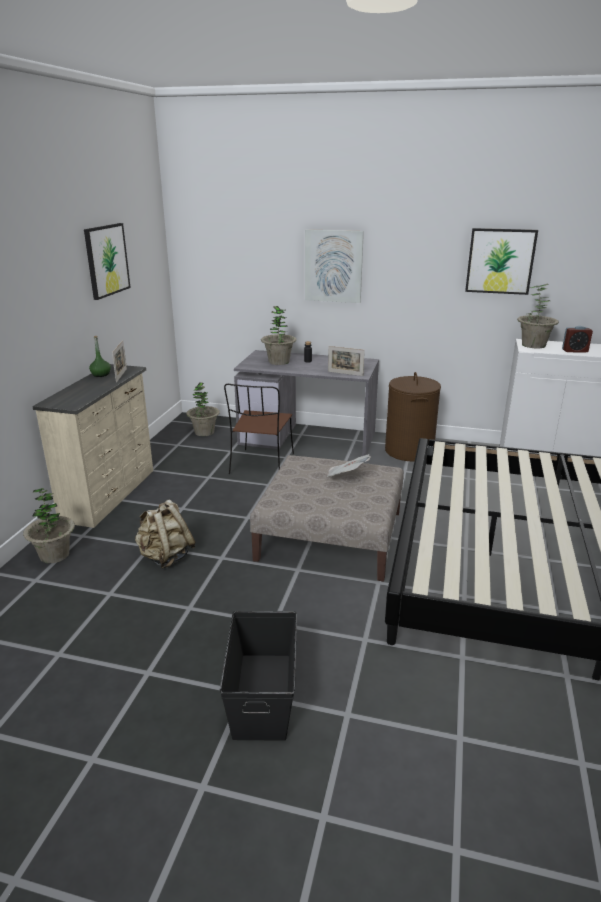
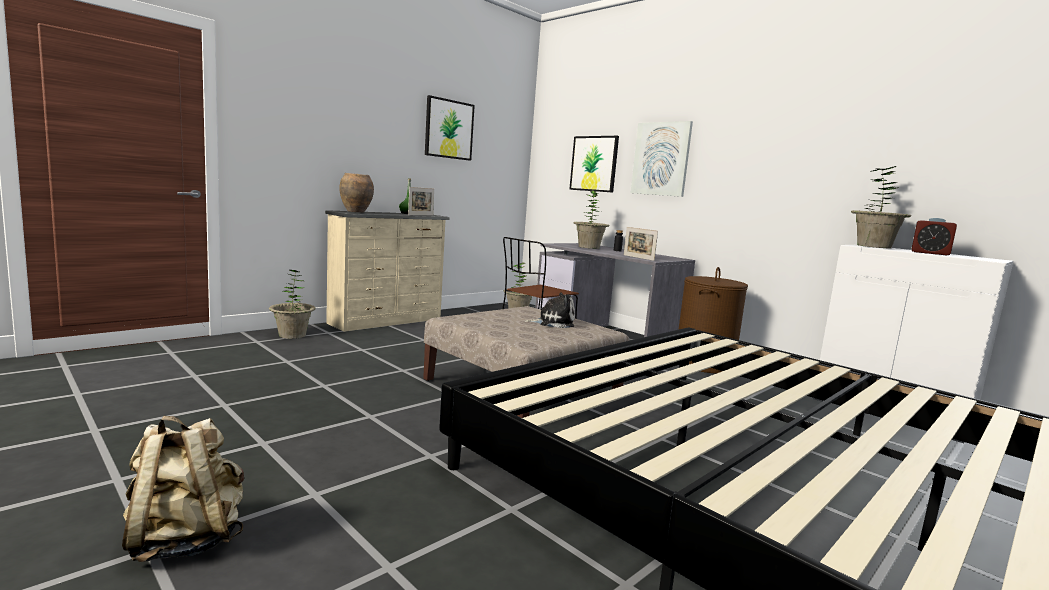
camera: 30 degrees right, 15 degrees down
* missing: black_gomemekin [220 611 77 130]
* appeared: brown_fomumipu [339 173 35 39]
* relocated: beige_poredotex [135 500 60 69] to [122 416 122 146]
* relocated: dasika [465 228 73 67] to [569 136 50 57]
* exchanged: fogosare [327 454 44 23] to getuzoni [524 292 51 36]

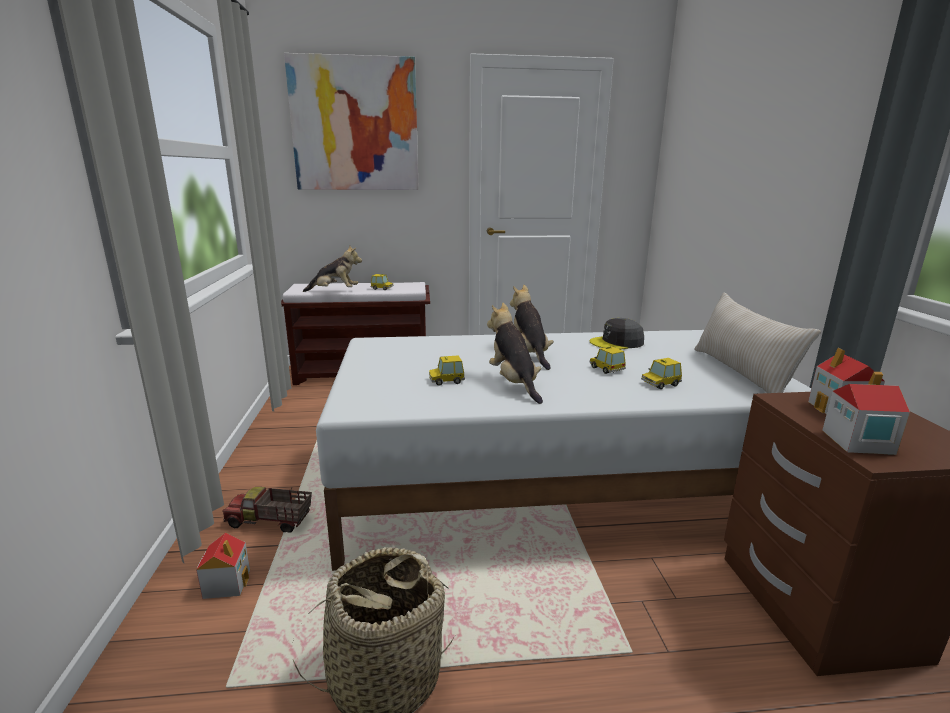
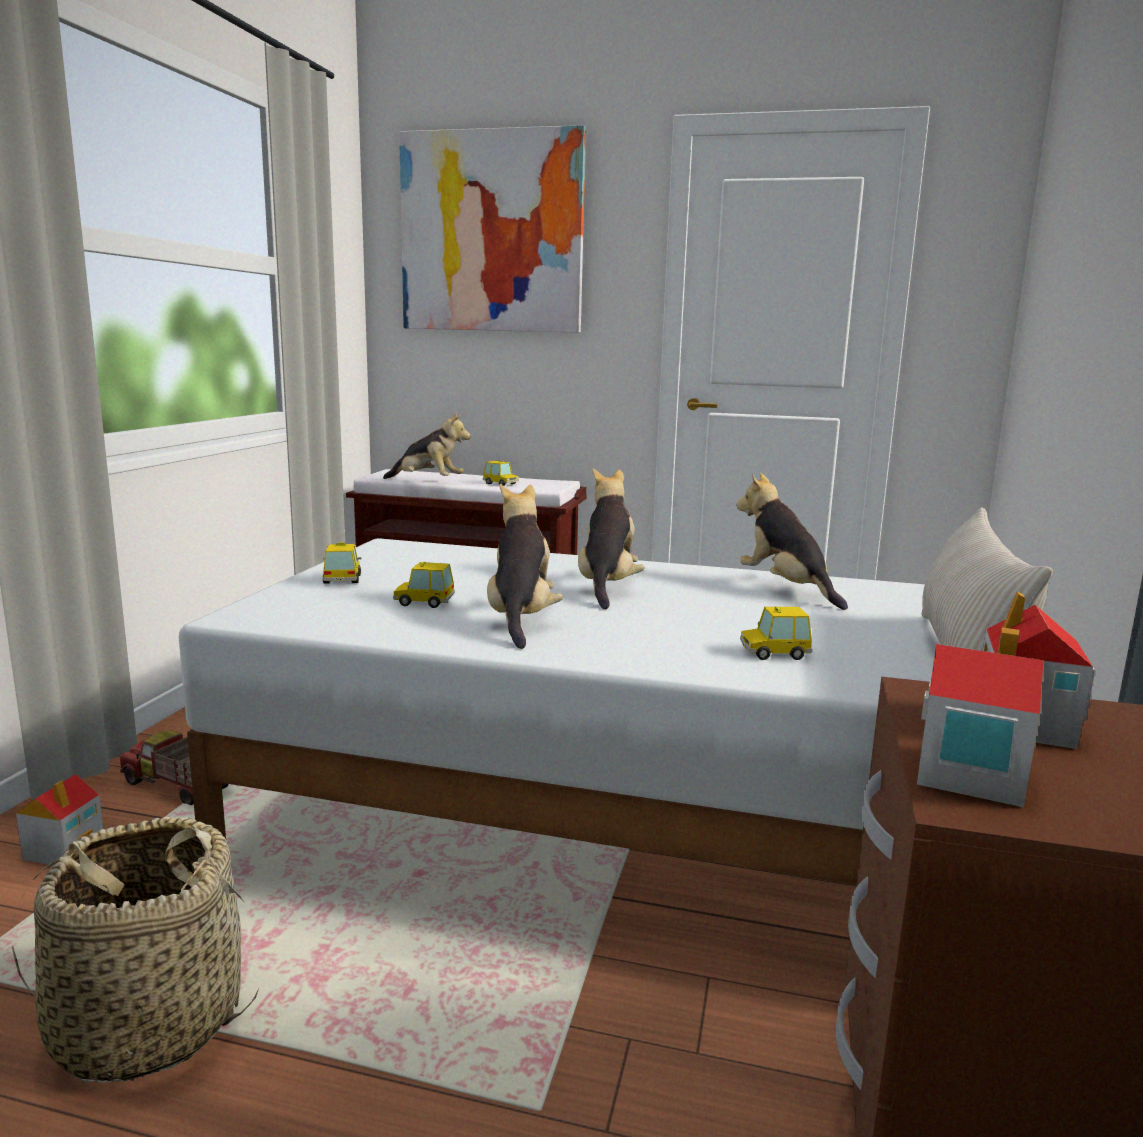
camera: 20 degrees right, 5 degrees down
* relocated: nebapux [589 346 37 28] to [323 543 39 41]
* exchanged: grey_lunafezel [589 318 55 32] to getuzoni [736 473 112 137]

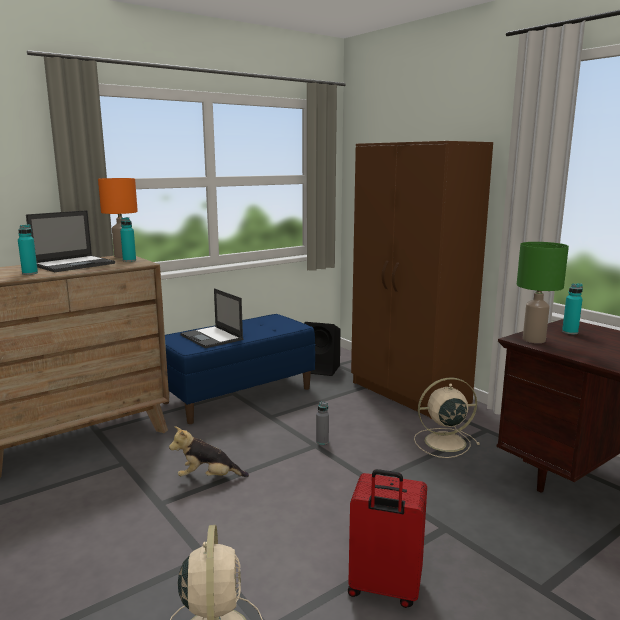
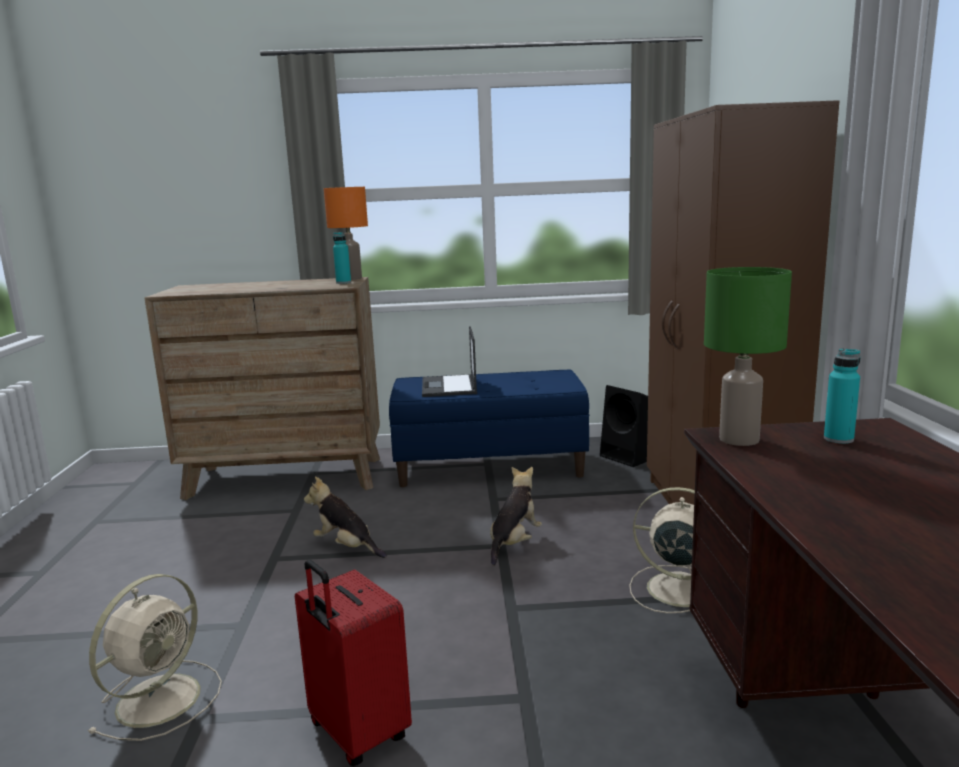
camera: 35 degrees right, 0 degrees up
* missing: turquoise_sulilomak [18 224 20 51]
* missing: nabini [26 210 89 62]
* exchanged: grey_sulilomak [316 402 13 43] to getuzoni [490 467 52 99]

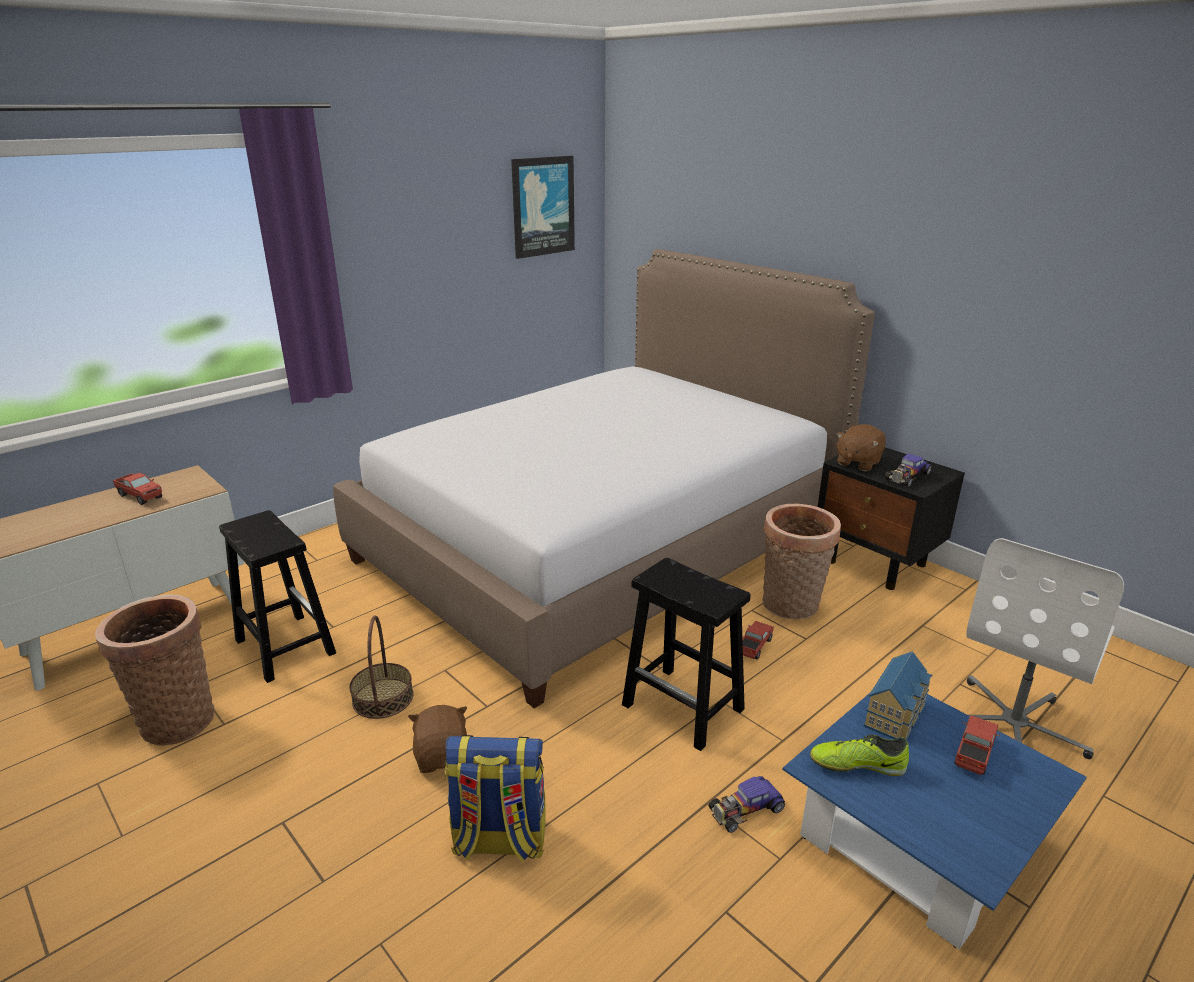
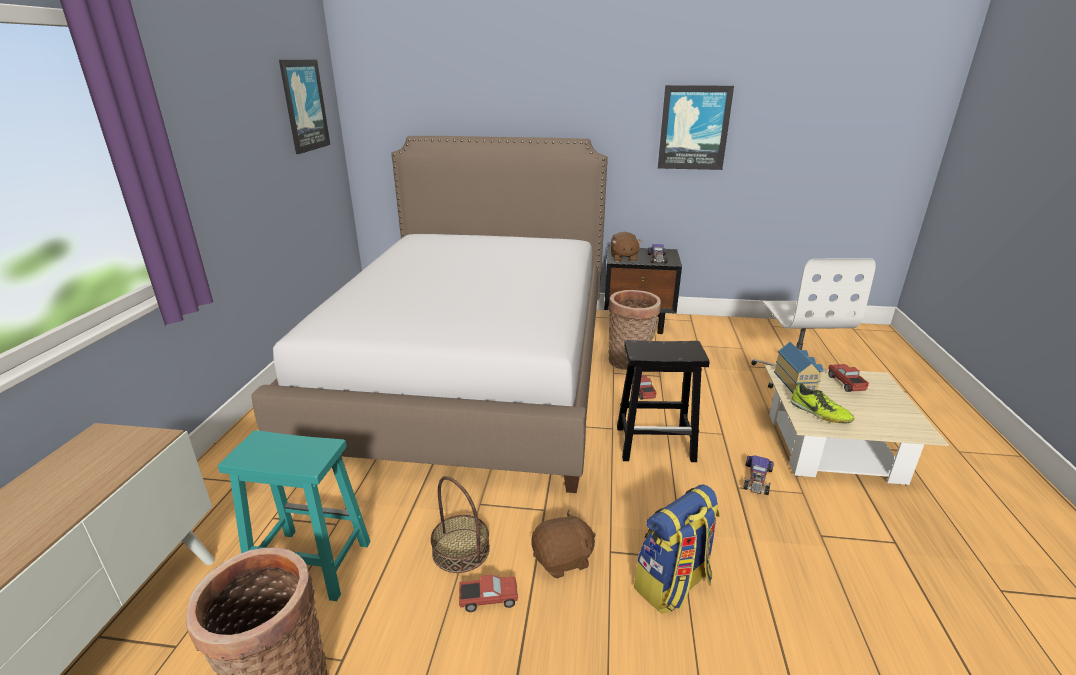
camera: 40 degrees left, 0 degrees up
* appeared: dasika [658 85 76 85]
* relocated: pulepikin [113 473 49 32] to [459 575 59 37]
* colour: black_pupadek [219 510 117 173] to turquoise_pupadek [218 430 153 171]
* colour: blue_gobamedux [782 693 305 256] to beige_gobamedux [765 365 184 120]
* spun: brown_getuzoni [408 705 59 68] = [531 510 65 69] 120 degrees clockwise
* spun: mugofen [810 734 99 42] = [791 383 63 40] 90 degrees counterclockwise

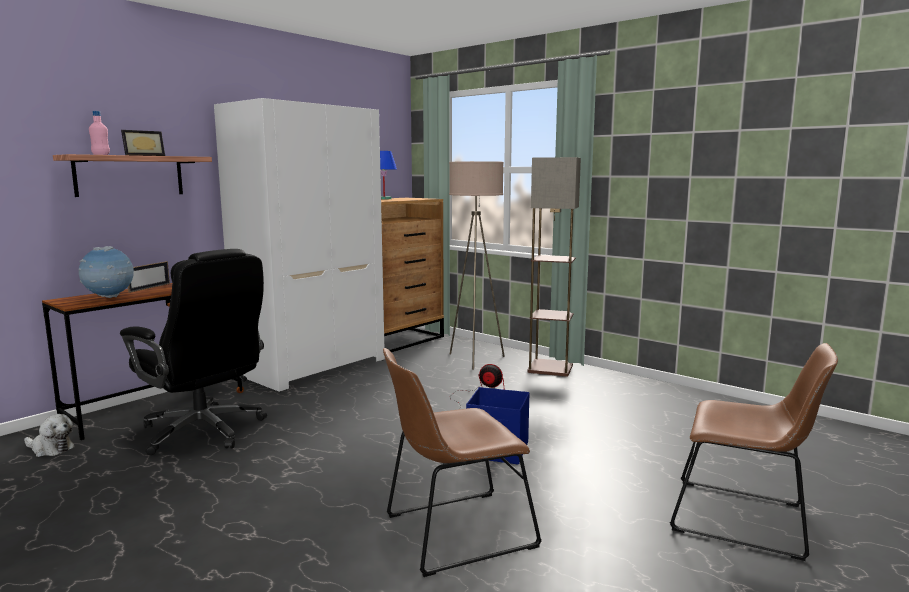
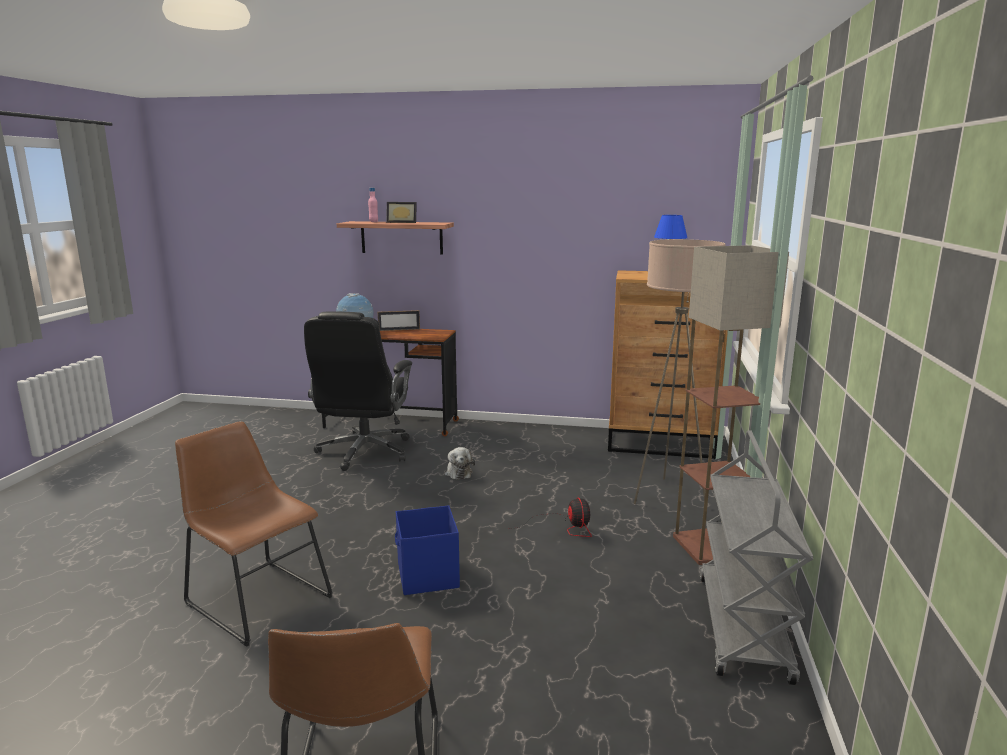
camera: 60 degrees right, 5 degrees up
* missing: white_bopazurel [214 98 171 294]
* appeared: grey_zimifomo [700 430 113 255]
* relocated: getuzoni [24 414 51 43] to [445 447 30 33]

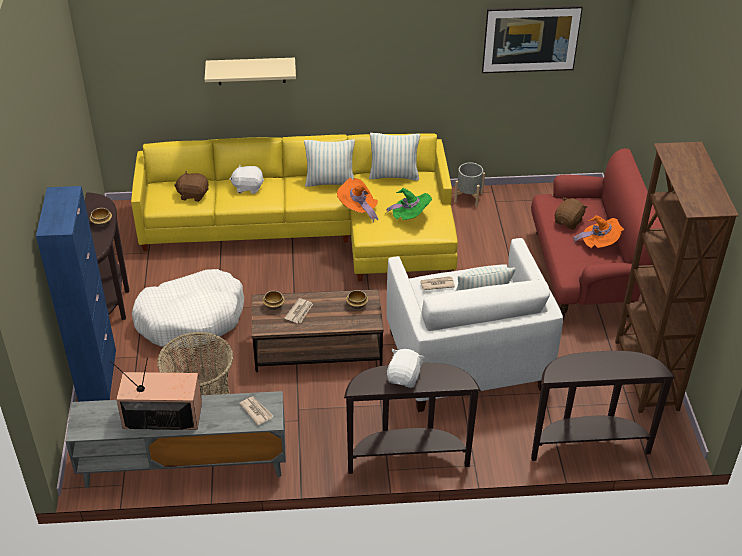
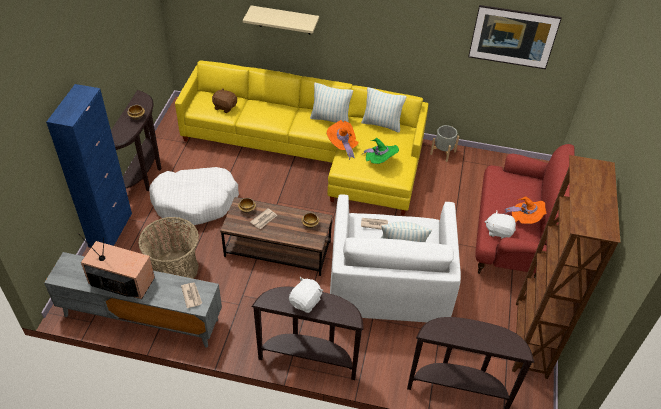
camera: 15 degrees right, 5 degrees up
* missing: brown_getuzoni [555 197 33 33]
* relocated: white_getuzoni [229 164 35 30] to [485 210 31 29]

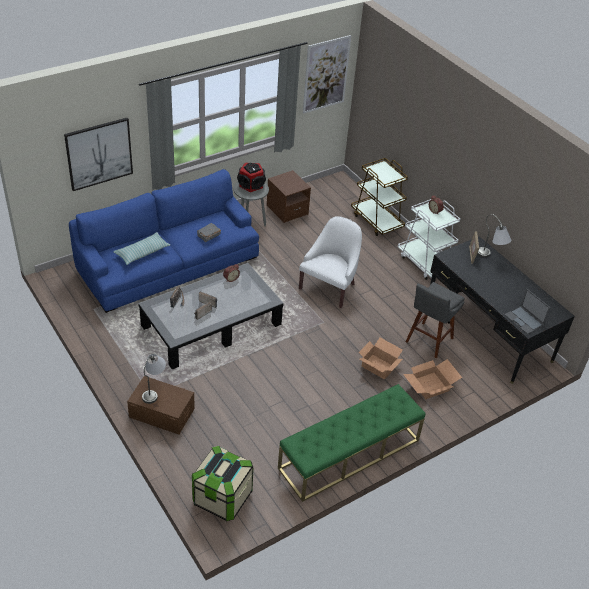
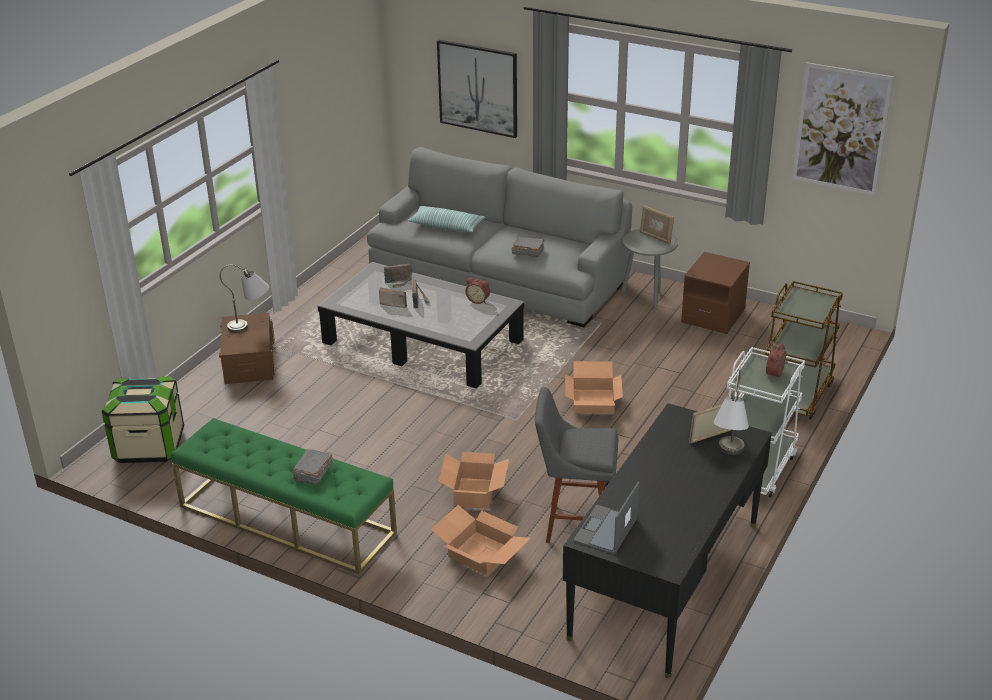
camera: 65 degrees right, 10 degrees down
* appeared: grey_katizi [292 449 41 36]
* exchanged: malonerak [237 162 29 30] to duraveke [640 205 34 39]
* exchanged: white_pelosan [299 216 63 92] to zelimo [565 361 58 52]
* colour: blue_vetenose [69 169 190 144] to grey_vetenose [367 147 265 180]

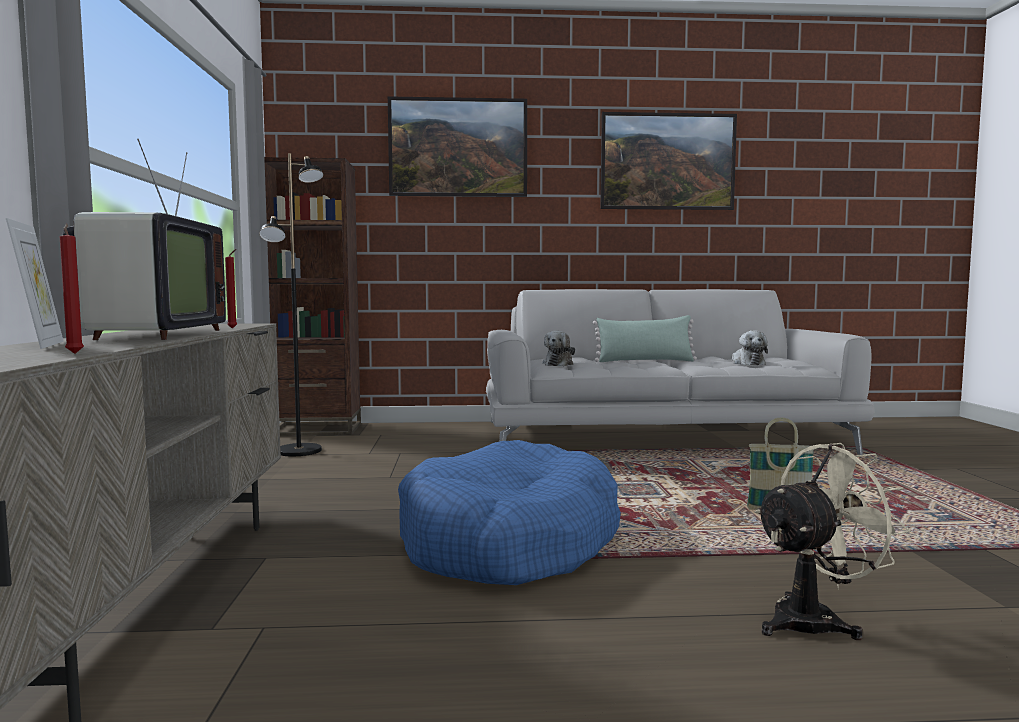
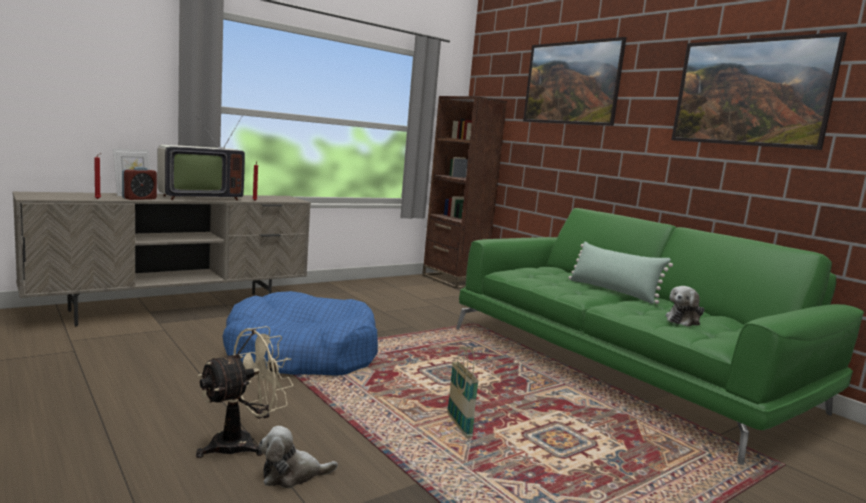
camera: 55 degrees right, 5 degrees up
* missing: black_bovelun [259 153 64 303]
* appeared: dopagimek [122 167 35 33]
* relocated: getuzoni [542 331 33 35] to [259 426 79 62]
* colour: grey_vetenose [486 289 388 166] to green_vetenose [456 208 408 257]
* spun: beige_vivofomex [755 443 156 197] = [196 326 97 132] 75 degrees counterclockwise

